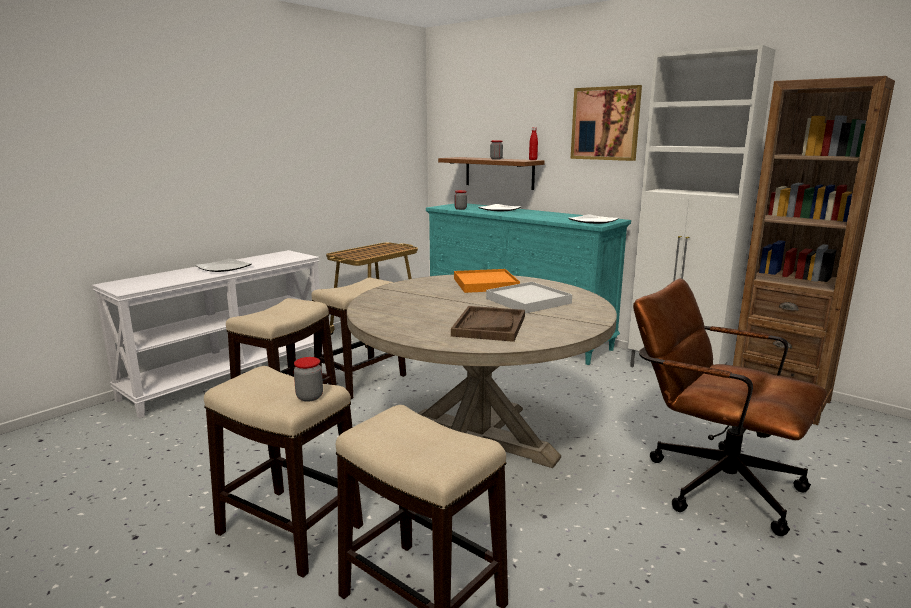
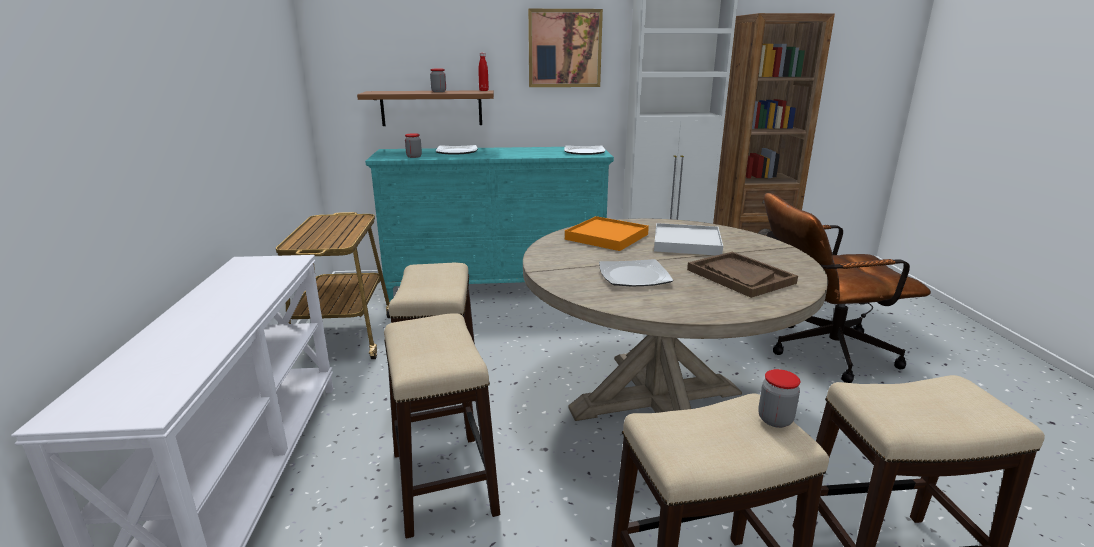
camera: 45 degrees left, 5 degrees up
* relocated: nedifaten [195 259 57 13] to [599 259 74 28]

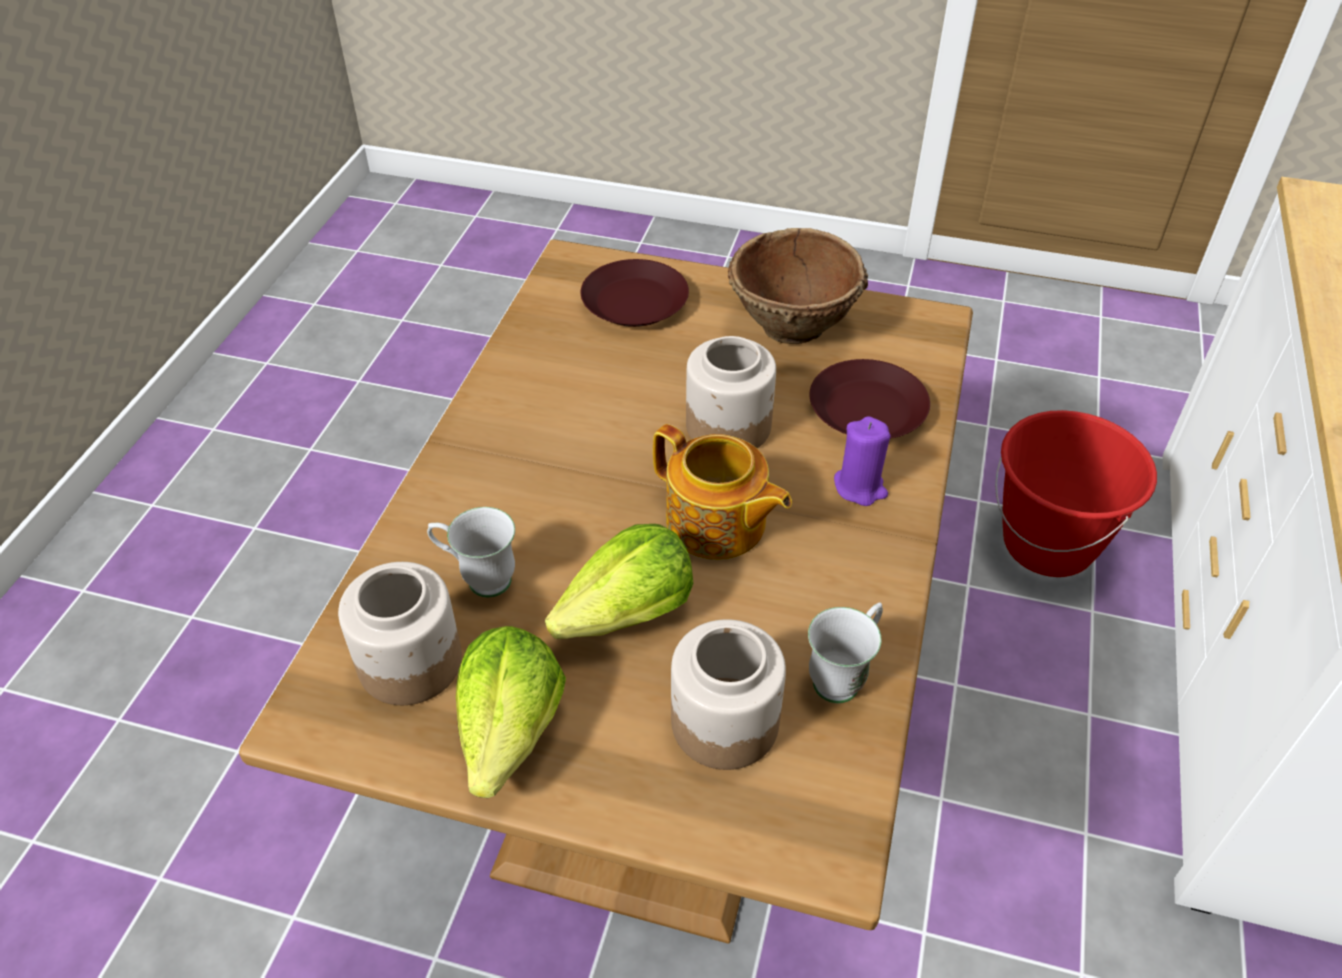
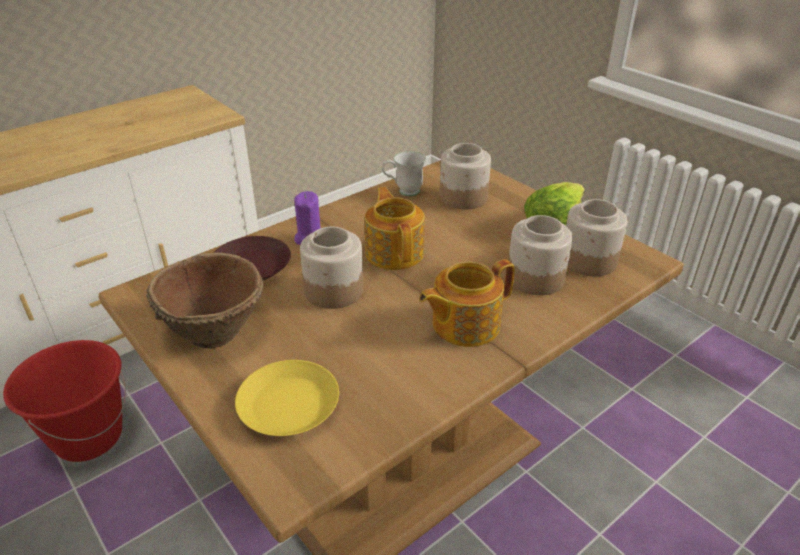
camera: 145 degrees left, 10 degrees down
* missing: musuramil [545 524 148 115]
* appeared: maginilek [419 259 96 88]
* exchanged: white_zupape [427 507 88 91] to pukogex [508 215 65 80]
* colour: brown_nedifaten [581 259 108 68] to yellow_nedifaten [235 360 104 76]

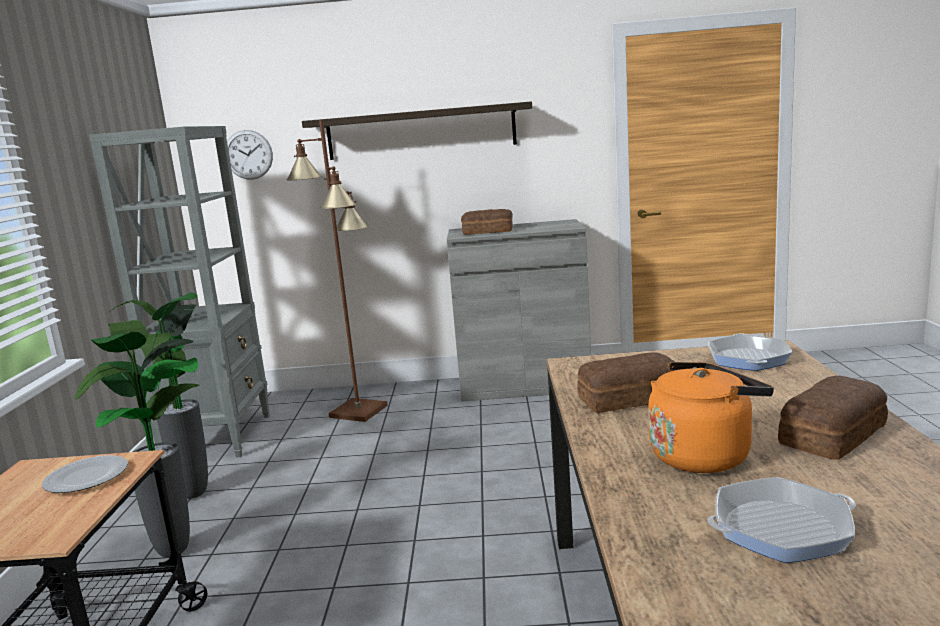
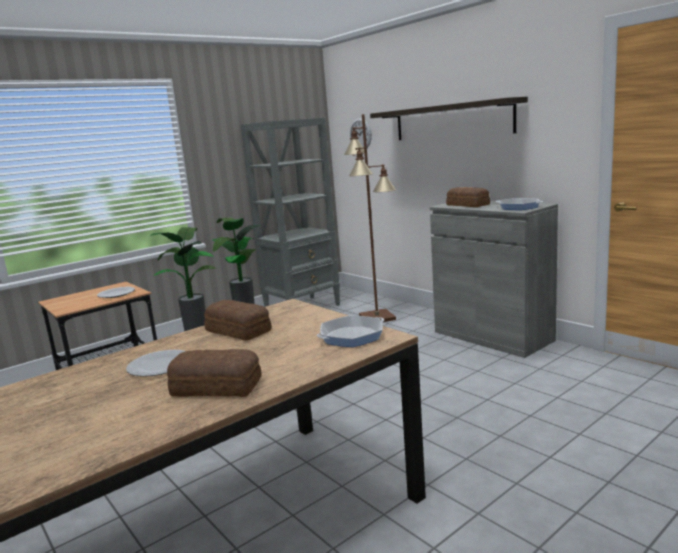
camera: 50 degrees right, 0 degrees up
* relocated: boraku [708 477 148 86] to [496 198 47 12]
* exchanged: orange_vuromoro [648 362 126 111] to nedifaten [126 350 59 27]

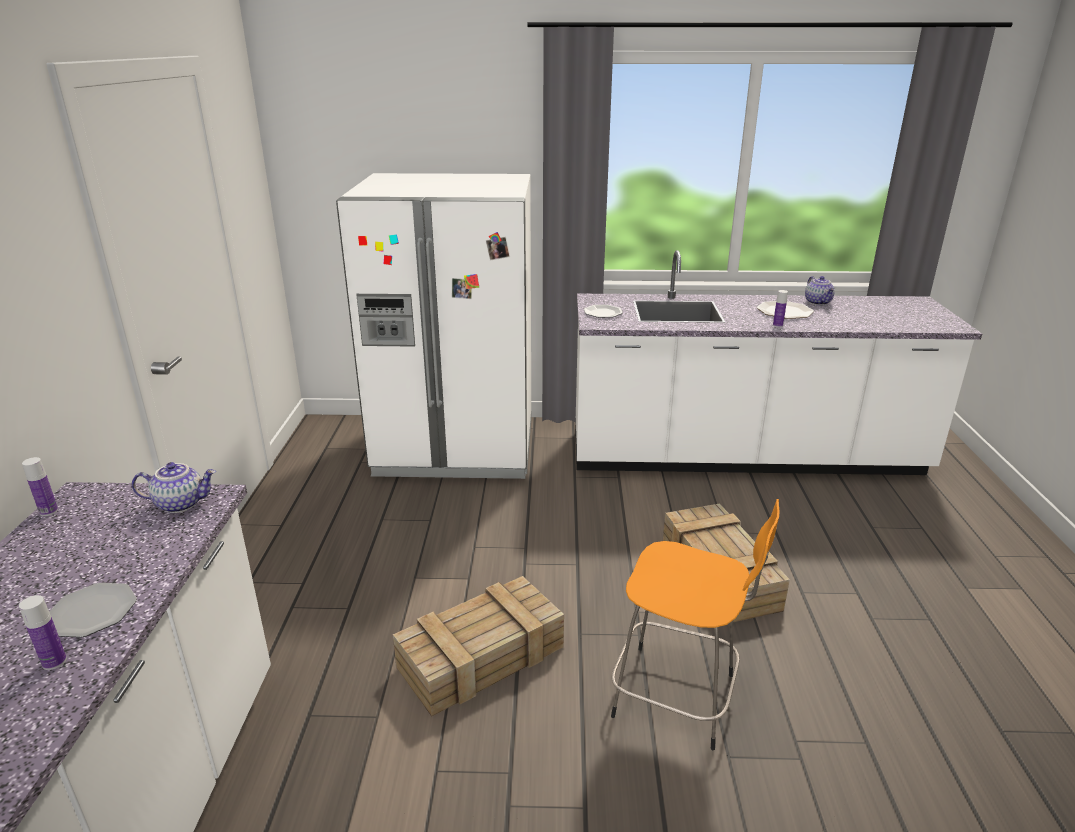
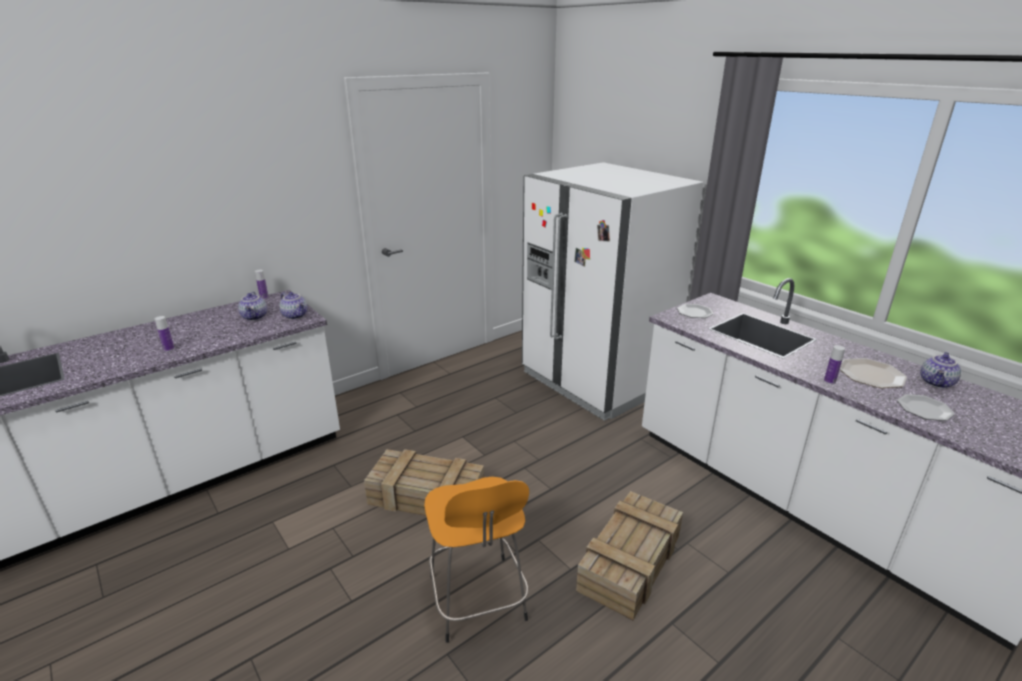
camera: 50 degrees right, 0 degrees up
* appeared: maginilek [238 292 29 29]
* relocated: nedifaten [49 583 88 55] to [897 394 58 27]

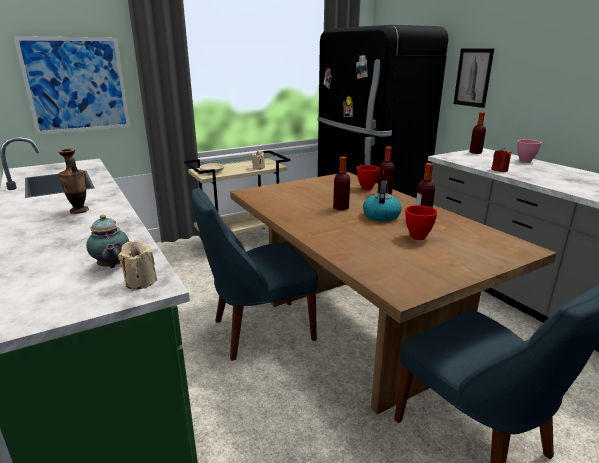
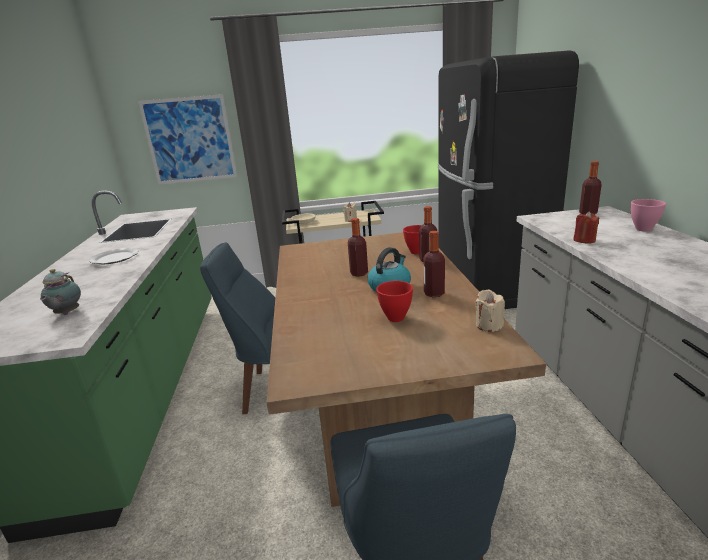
camera: 25 degrees right, 0 degrees up
* missing: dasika [453 48 41 60]
* relocated: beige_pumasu [118 240 39 49] to [475 290 30 42]
* exchanged: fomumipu [58 149 31 65] to nedifaten [89 248 50 16]

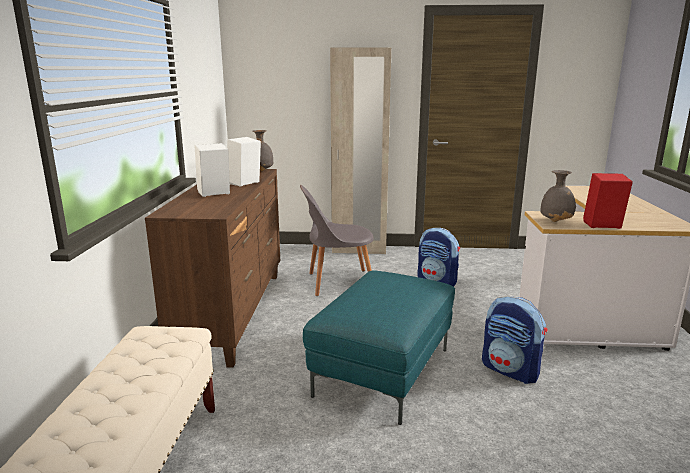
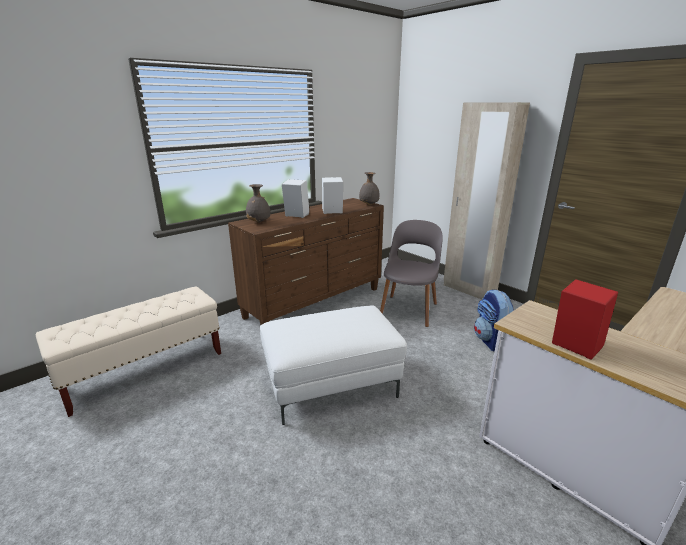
camera: 45 degrees right, 5 degrees up
* missing: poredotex [482 296 65 88]
* relocated: grey_fomumipu [540 170 36 52] to [246 184 24 39]
* colour: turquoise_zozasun [303 270 152 155] to white_zozasun [260 305 147 120]
* spun: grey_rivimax [300 185 74 111] = [380 220 63 107] 75 degrees clockwise

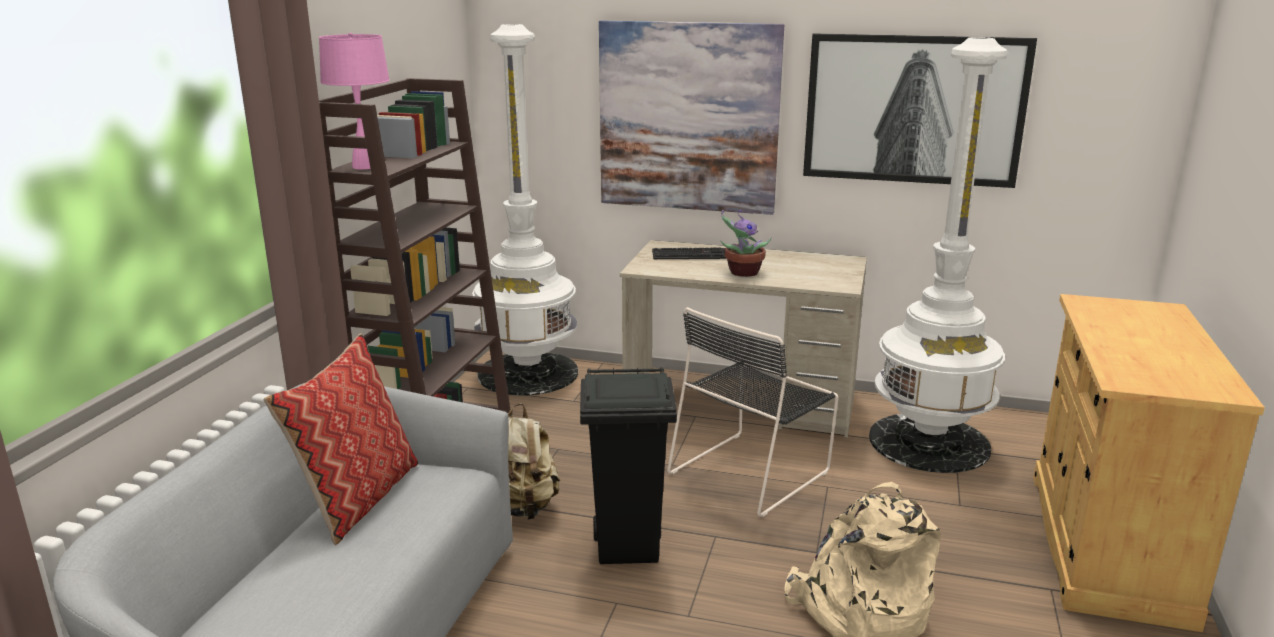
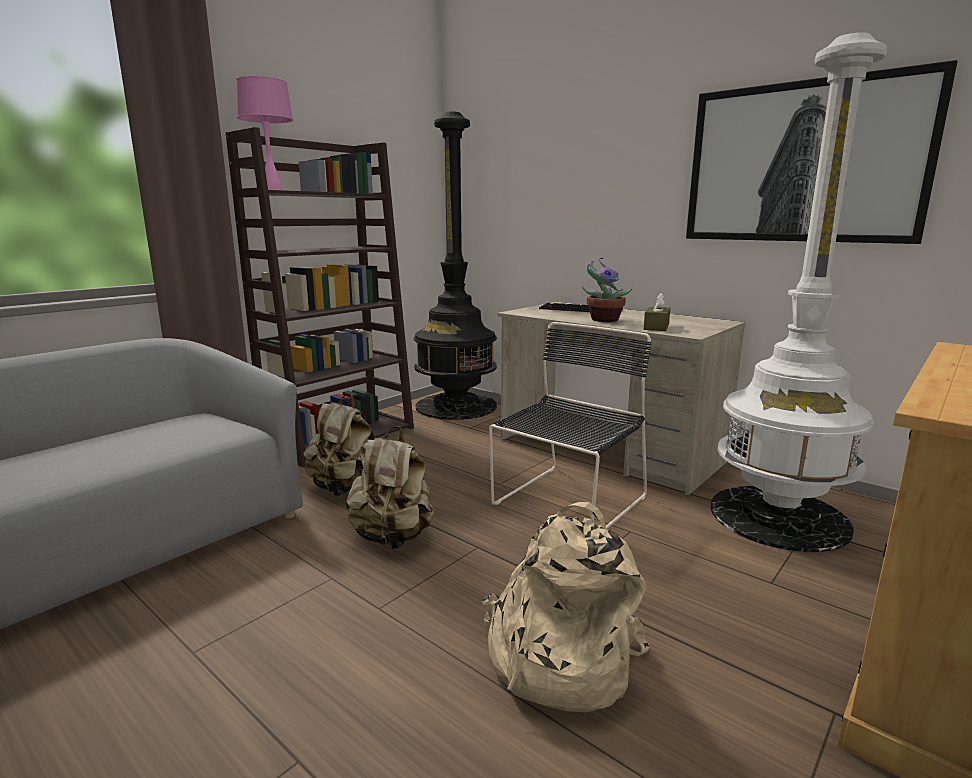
camera: 25 degrees right, 5 degrees down
* missing: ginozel [263 333 155 212]
* missing: dasika [599 20 185 195]
* appeared: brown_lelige [644 293 26 38]
* exchanged: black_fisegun [580 367 97 197] to beige_poredotex [346 426 88 123]
* colour: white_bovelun [472 24 106 372] to black_bovelun [414 111 83 309]
* spun: black_rivimax [667 307 172 210] = [489 322 163 208] 150 degrees clockwise

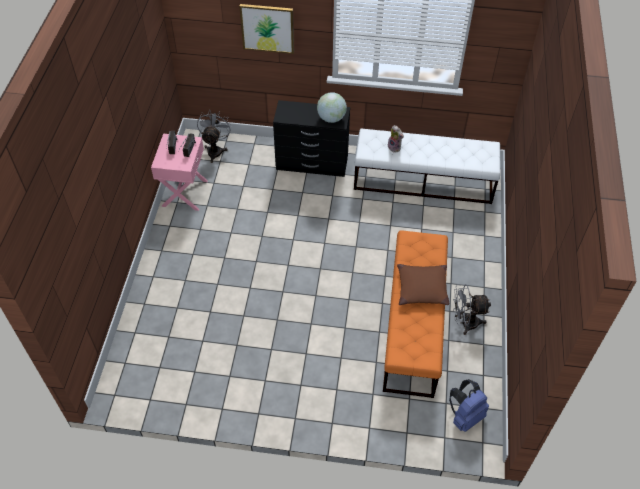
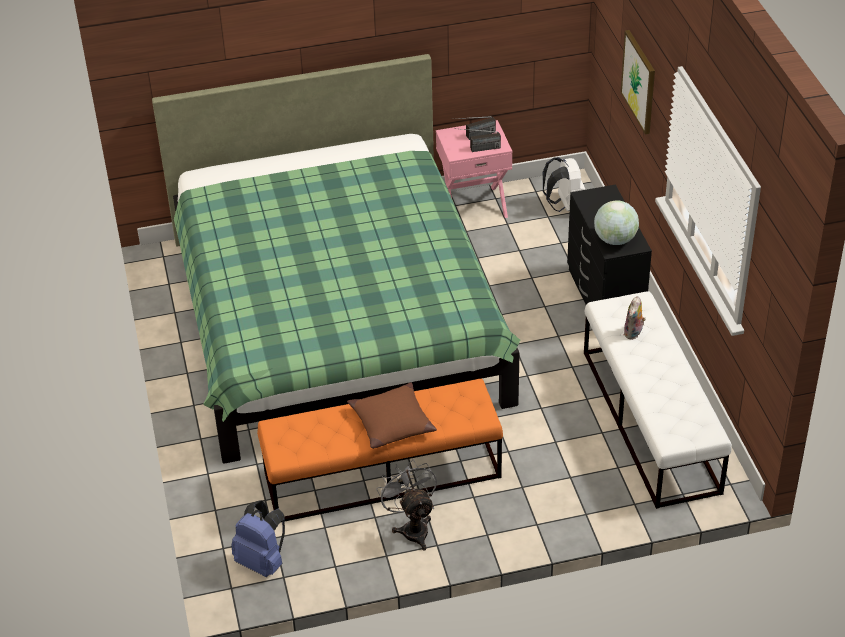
camera: 70 degrees right, 10 degrees down
* appeared: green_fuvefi [152 54 368 410]
* exchanged: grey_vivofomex [197 110 35 53] to white_poredotex [543 157 42 55]

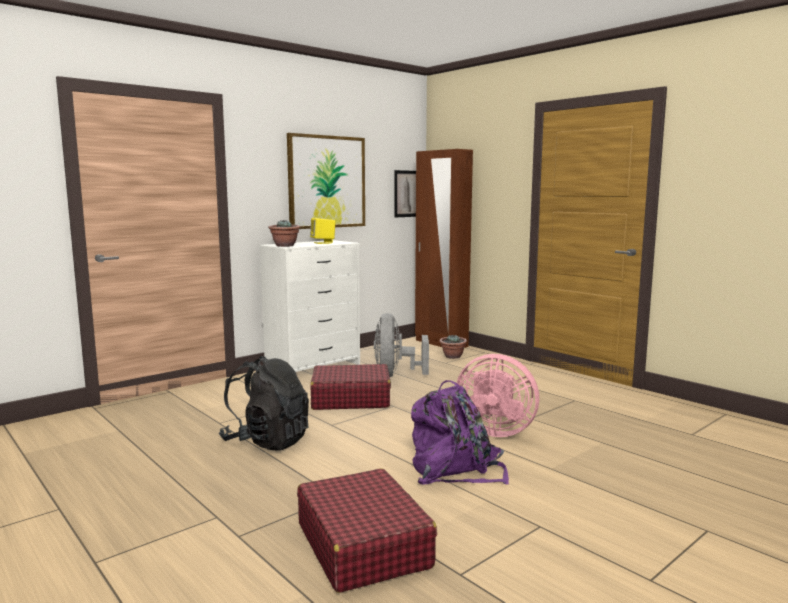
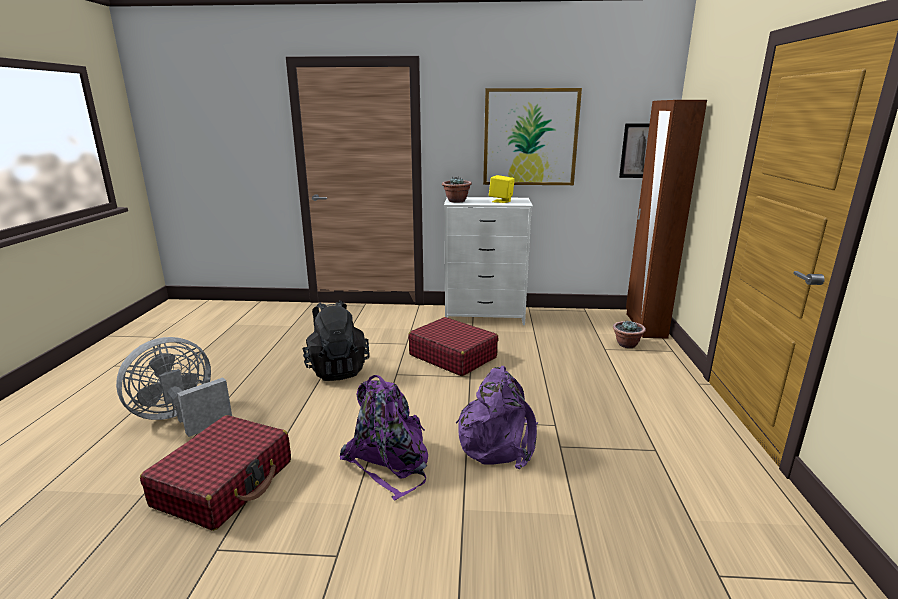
camera: 45 degrees right, 10 degrees up
* relocated: grey_vivofomex [374 313 55 64] to [116 337 116 100]
* exchanged: pink_vivofomex [457 354 82 83] to purple_poredotex [456 366 82 103]

